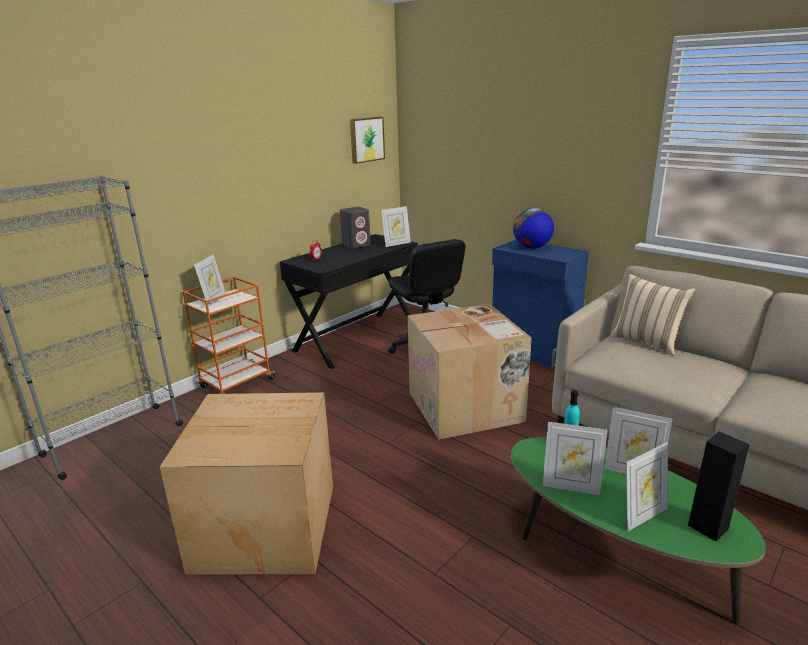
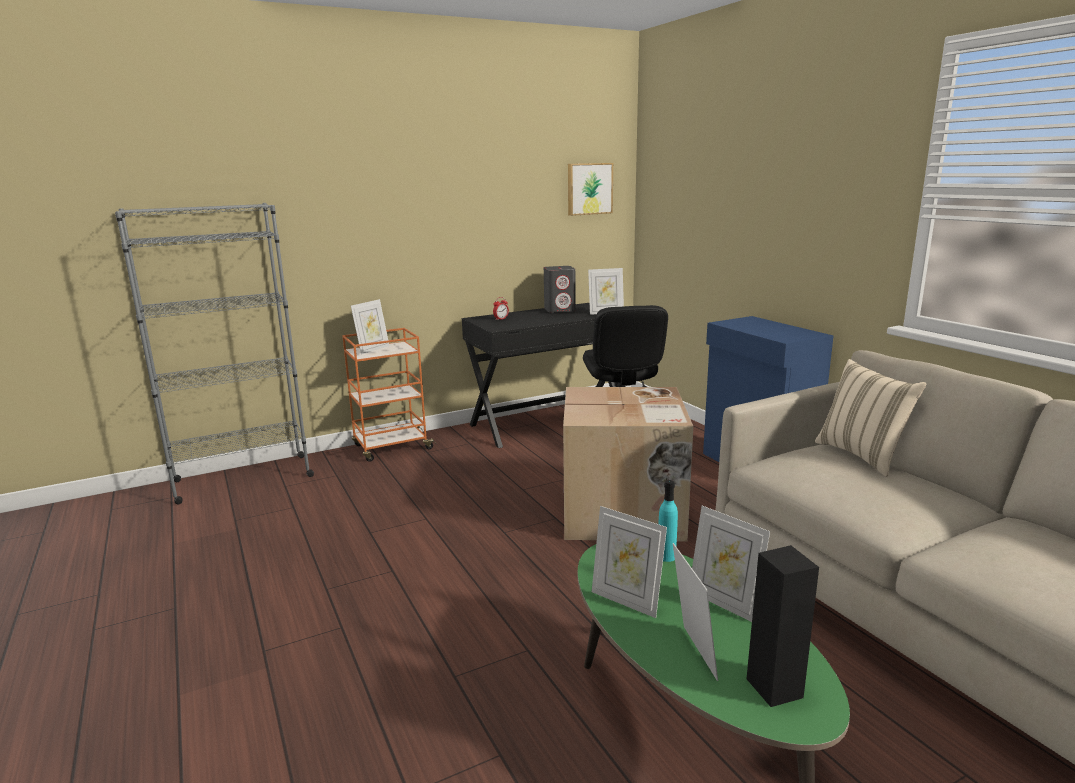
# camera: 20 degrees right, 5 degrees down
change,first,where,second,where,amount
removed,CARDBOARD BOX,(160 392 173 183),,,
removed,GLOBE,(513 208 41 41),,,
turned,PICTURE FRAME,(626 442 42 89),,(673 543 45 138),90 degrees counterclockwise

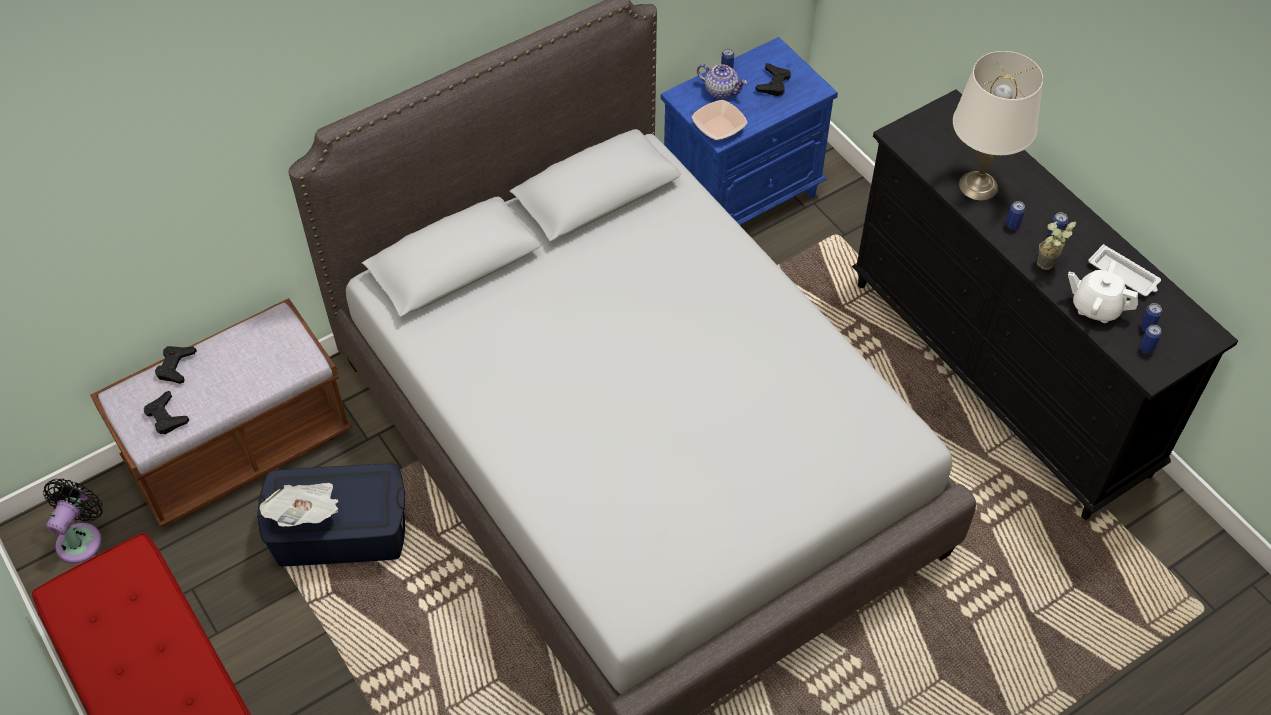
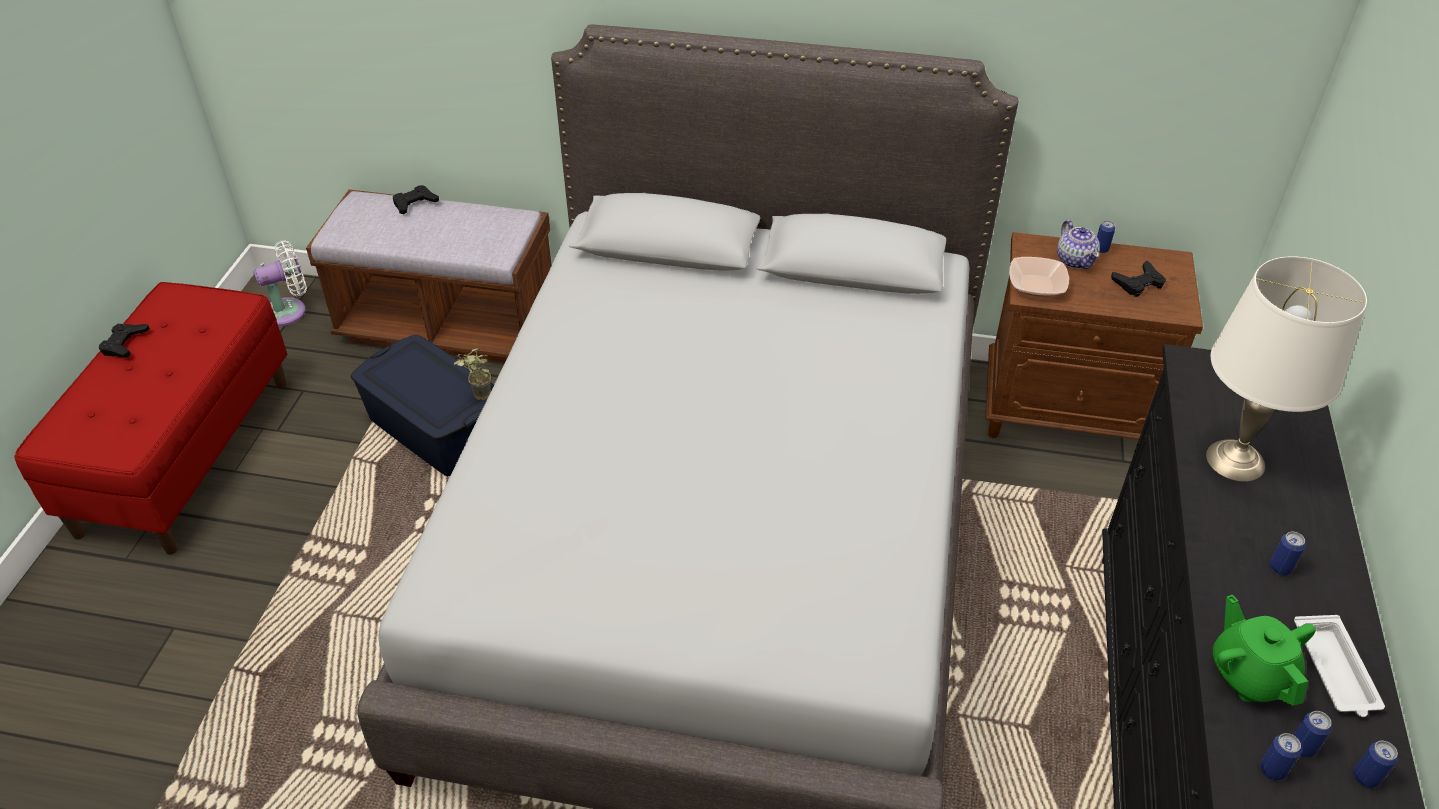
# camera: 45 degrees right, 10 degrees down
change,first,where,second,where,amount
removed,NEWSPAPER,(260 483 78 44),,,
moved,BLACK GAME CONTROLLER,(144 391 45 43),,(99 324 51 34),
moved,CAN,(1006 201 19 29),,(1353 741 45 47),
moved,POTTED PLANT,(1037 221 39 49),,(453 349 38 51),
recoloured,BLACK FAN,(43 479 60 84),WHITE FAN,(253 241 54 85),
recoloured,BLUE NIGHTSTAND,(661 37 177 188),BROWN NIGHTSTAND,(985 232 218 208),
recoloured,WHITE TEAPOT,(1068 261 70 62),GREEN TEAPOT,(1213 595 103 111),

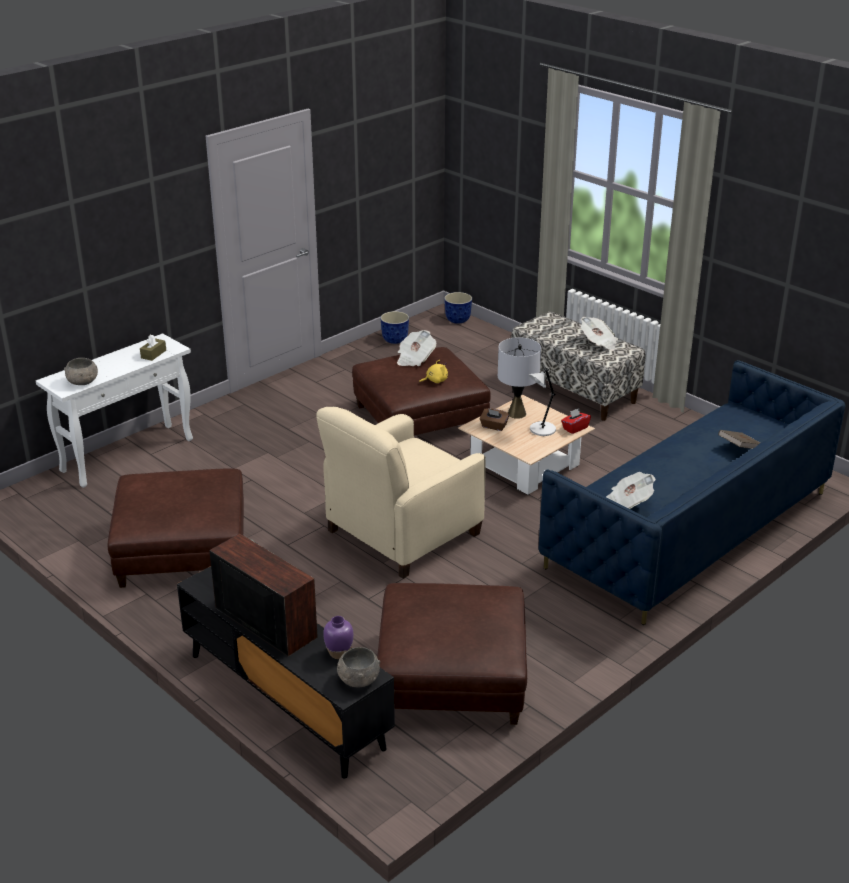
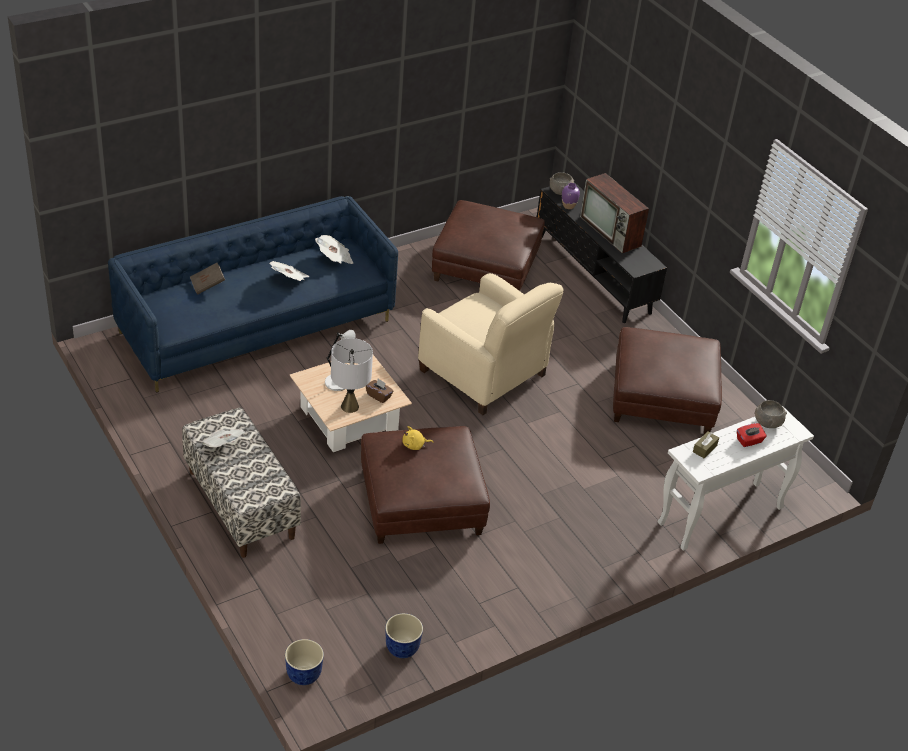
# camera: 170 degrees left, 10 degrees up
change,first,where,second,where,amount
moved,NEWSPAPER,(397 330 39 36),,(269 261 40 20),
moved,RED TISSUE BOX,(561 408 30 26),,(737 423 30 24),
turned,BEIGE ARMCHAIR,(316 407 170 172),,(418 273 146 142),75 degrees clockwise

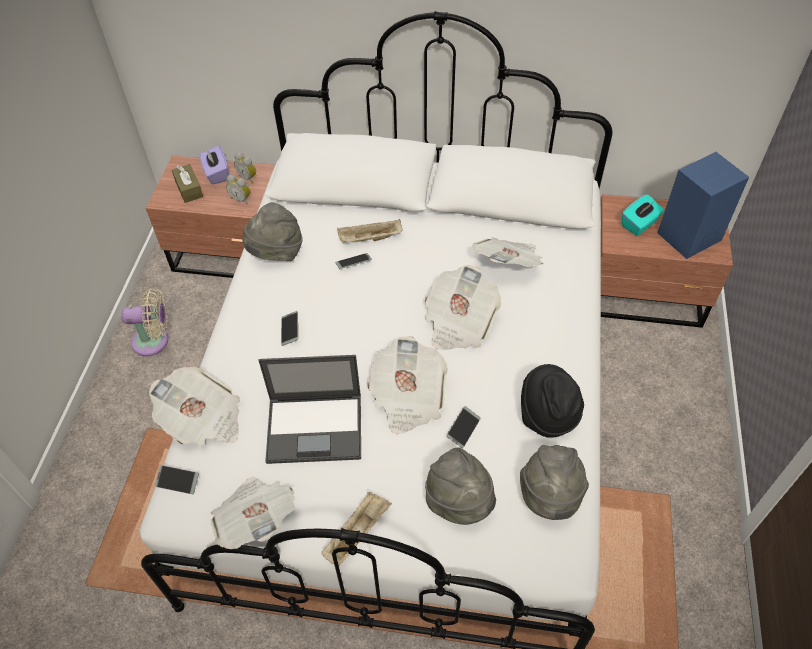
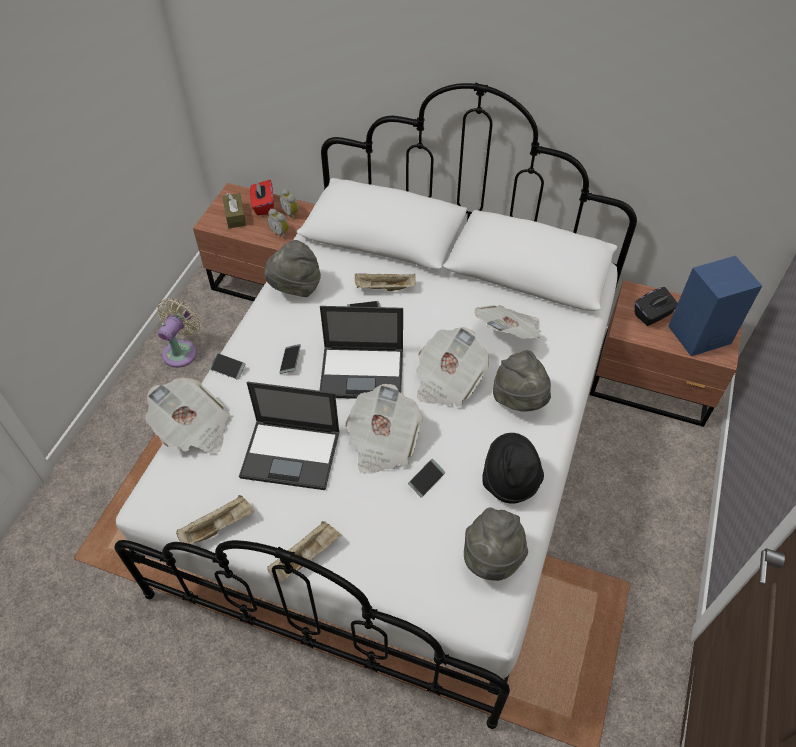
# camera: 10 degrees right, 0 degrees up
change,first,where,second,where,amount
added,,,LAPTOP,(319 306 84 93),
moved,PHONE,(155 465 44 29),,(209 353 36 27),
moved,GREY HAT,(425 448 71 77),,(493 350 58 62),
replaced,NEWSPAPER,(211 477 84 72),BEIGE TRAY,(176 495 78 49),
recoloured,PURPLE TISSUE BOX,(200 145 29 40),RED TISSUE BOX,(250 180 24 35),
recoloured,TURQUOISE TISSUE BOX,(622 194 42 42),BLACK TISSUE BOX,(634 287 44 39),
turned,BEIGE FAN,(121 288 47 68),,(157 298 44 70),75 degrees counterclockwise

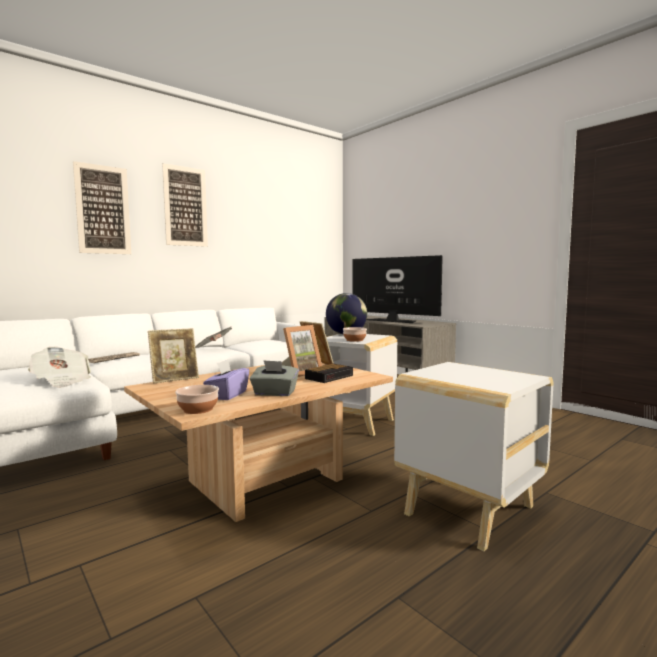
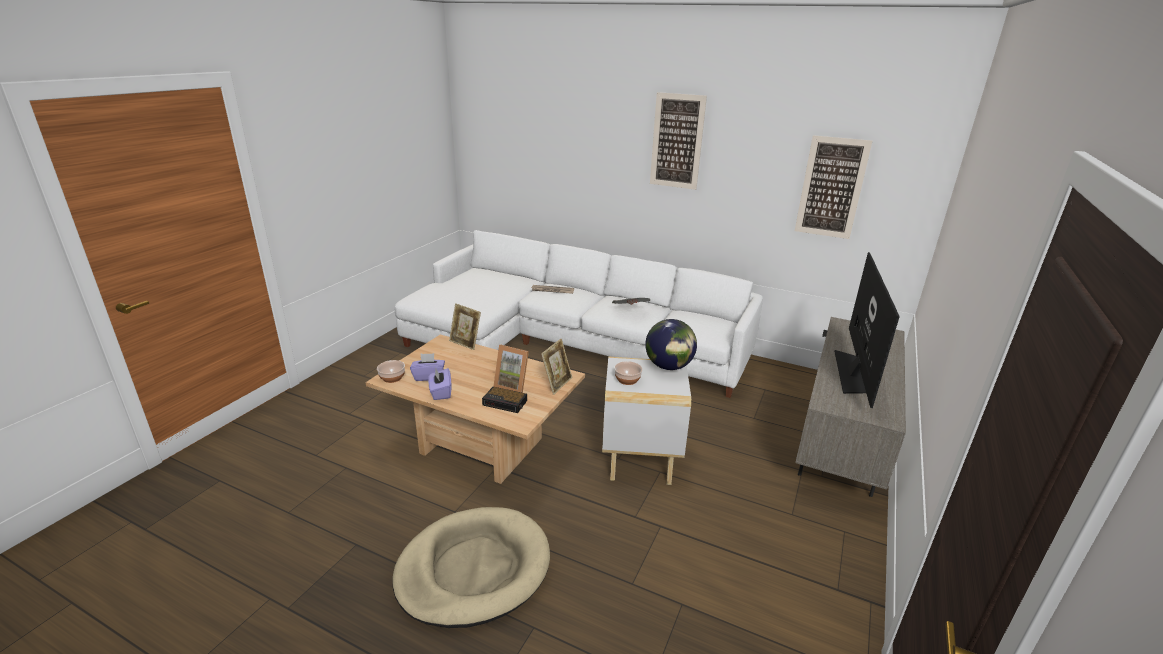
# camera: 65 degrees right, 20 degrees up
change,first,where,second,where,amount
removed,NEWSPAPER,(28 347 63 41),,,
moved,PICTURE,(73 161 58 93),,(795 135 77 104),
replaced,WHITE SIDE TABLE,(394 362 159 189),BEIGE DOG BED,(392 507 158 121),
recoloured,GREY TISSUE BOX,(250 360 49 36),PURPLE TISSUE BOX,(428 367 23 33),

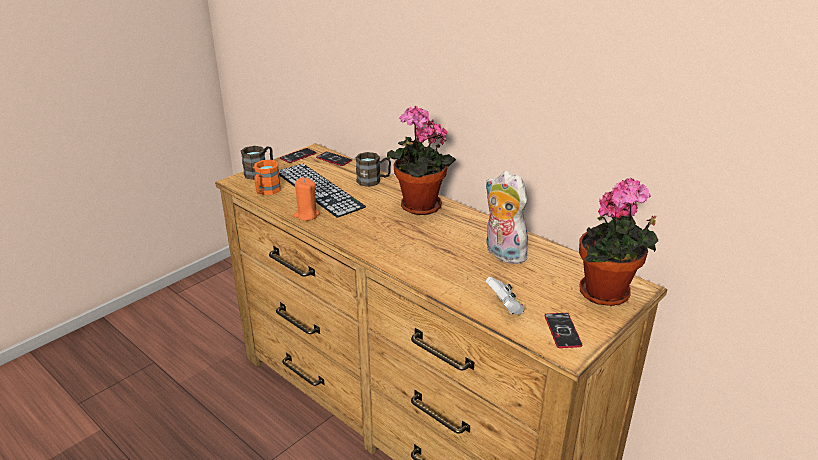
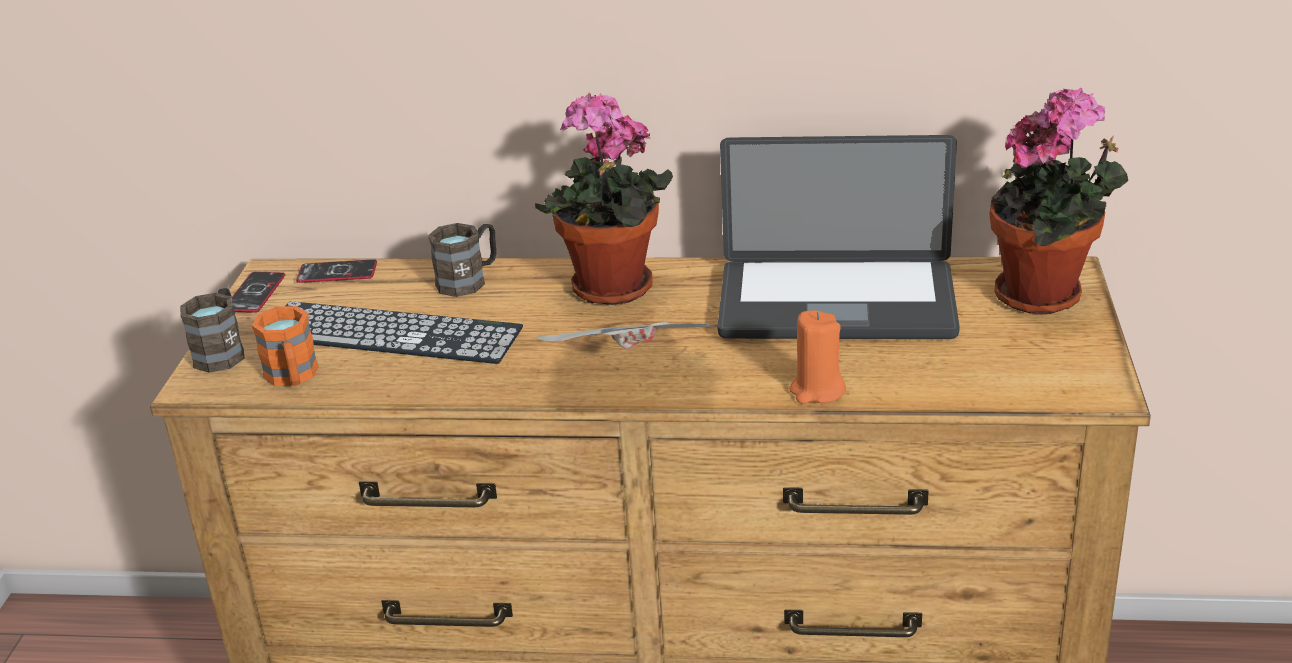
# camera: 35 degrees left, 0 degrees up
change,first,where,second,where,amount
removed,WHITE GAME CONTROLLER,(486 277 39 38),,,
removed,PHONE,(544 313 39 35),,,
added,,,NEWSPAPER,(535 322 184 27),
moved,ORANGE CANDLE,(293 177 27 44),,(789 310 57 94),
replaced,PLUSH TOY,(486 171 43 93),LAPTOP,(718 135 242 204),

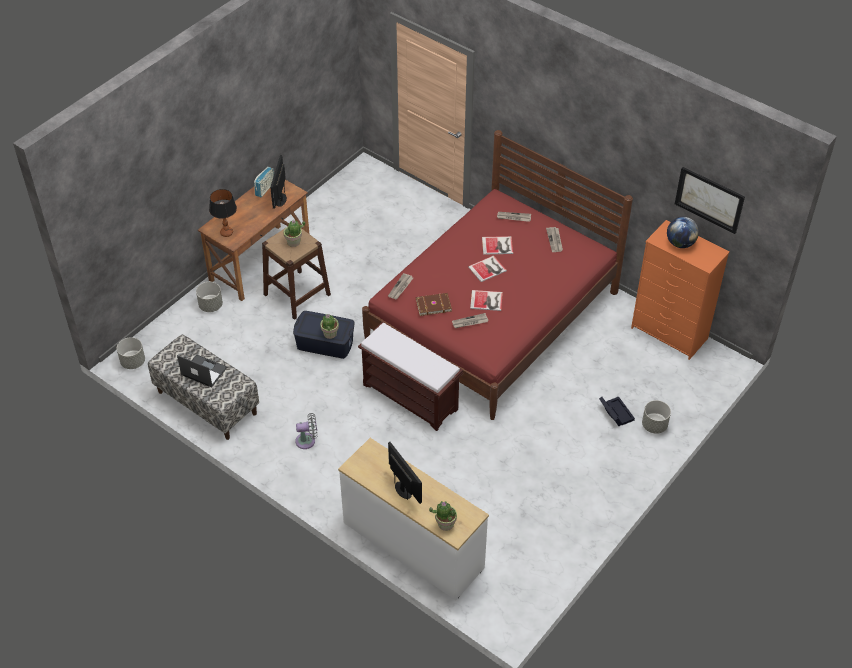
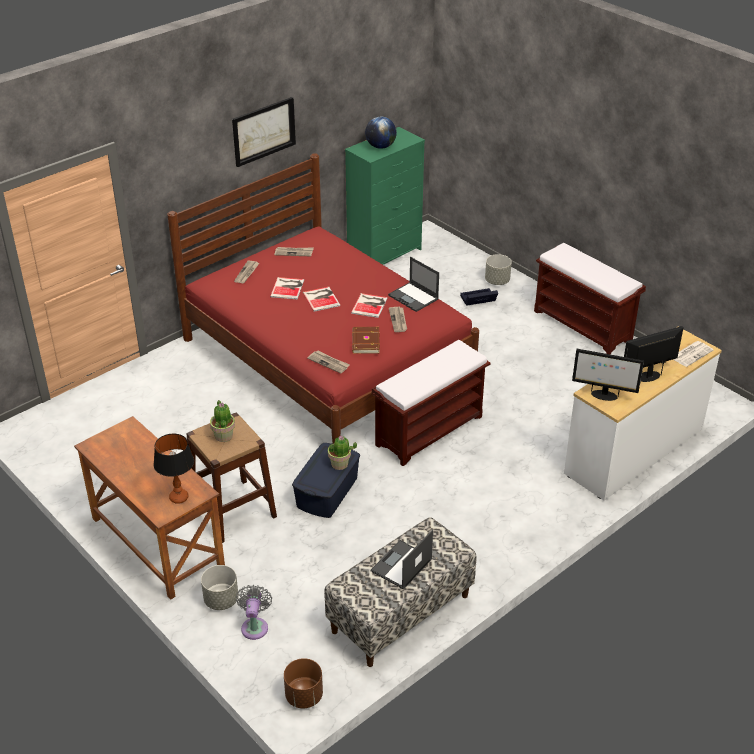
# camera: 80 degrees left, 10 degrees down
change,first,where,second,where,amount
removed,RADIO,(254 167 20 30),,,
added,,,LAPTOP,(388 257 51 55),
added,,,BROWN BENCH,(534 243 112 111),
moved,MONITOR,(270 155 17 54),,(572 349 72 52),
moved,GREY FAN,(295 413 23 36),,(236 585 36 55),
moved,PICTURE,(675 167 70 67),,(232 97 64 70),
replaced,POTTED PLANT,(429 501 28 30),NEWSPAPER,(673 341 40 26),
recoloured,GREY PLANTER,(117 337 28 32),BROWN PLANTER,(284 658 39 51),
recoloured,ORANGE DRESSER,(631 220 99 140),GREEN DRESSER,(345 127 80 138),

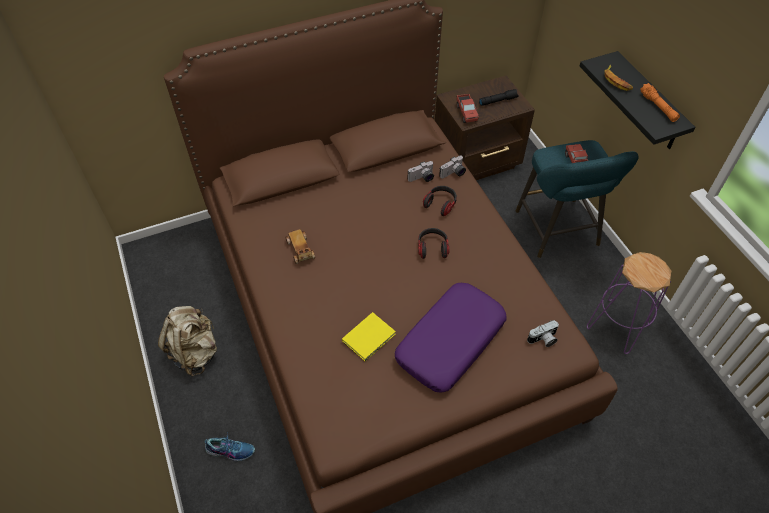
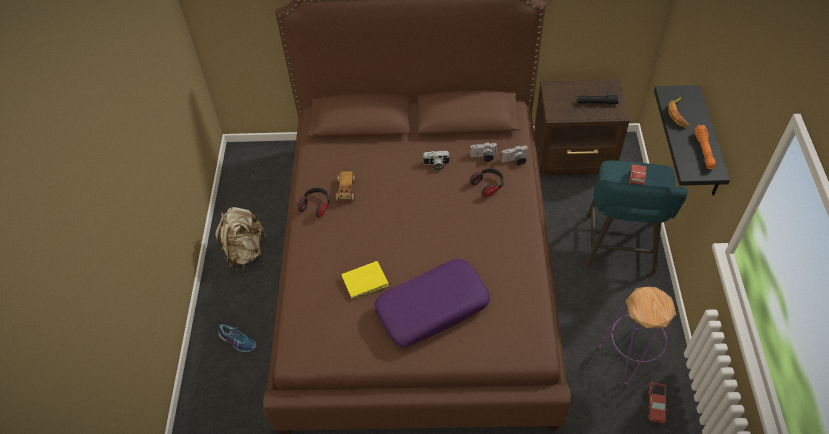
# camera: 25 degrees right, 0 degrees up
change,first,where,second,where,amount
moved,HEADPHONES,(418 228 32 31),,(297 187 33 30),
moved,TOY TRUCK,(456 94 23 29),,(647 383 21 40),
moved,PHOTO CAMERA,(527 320 32 27),,(423 150 27 21),

